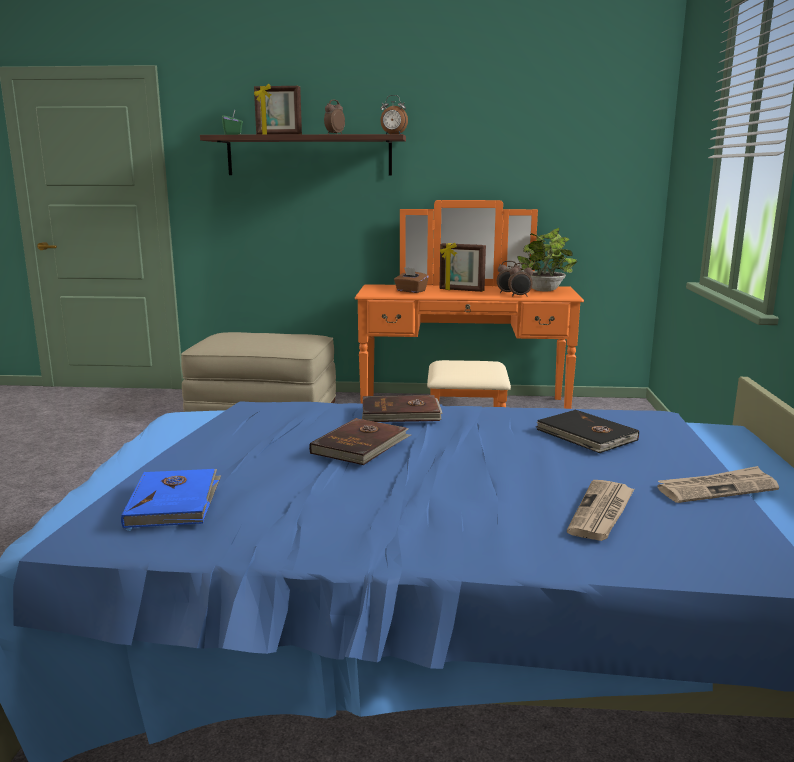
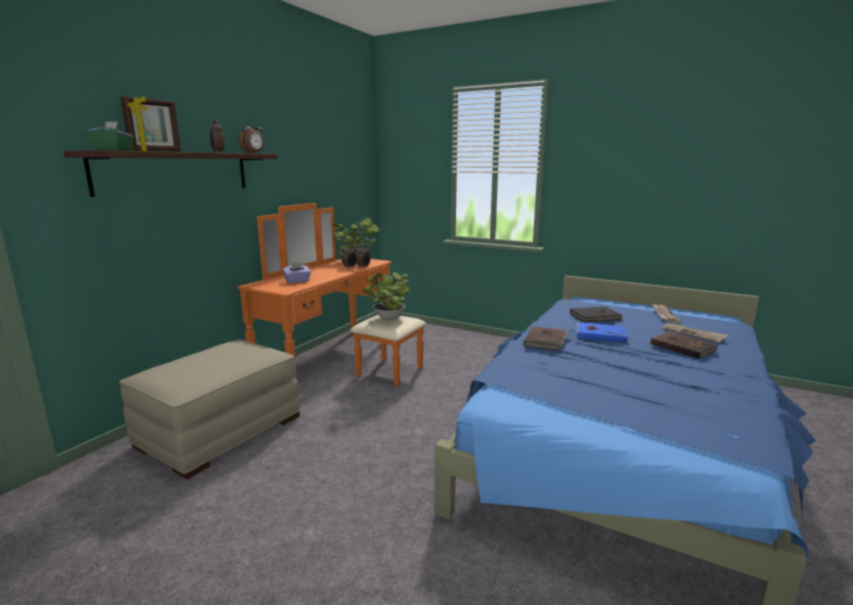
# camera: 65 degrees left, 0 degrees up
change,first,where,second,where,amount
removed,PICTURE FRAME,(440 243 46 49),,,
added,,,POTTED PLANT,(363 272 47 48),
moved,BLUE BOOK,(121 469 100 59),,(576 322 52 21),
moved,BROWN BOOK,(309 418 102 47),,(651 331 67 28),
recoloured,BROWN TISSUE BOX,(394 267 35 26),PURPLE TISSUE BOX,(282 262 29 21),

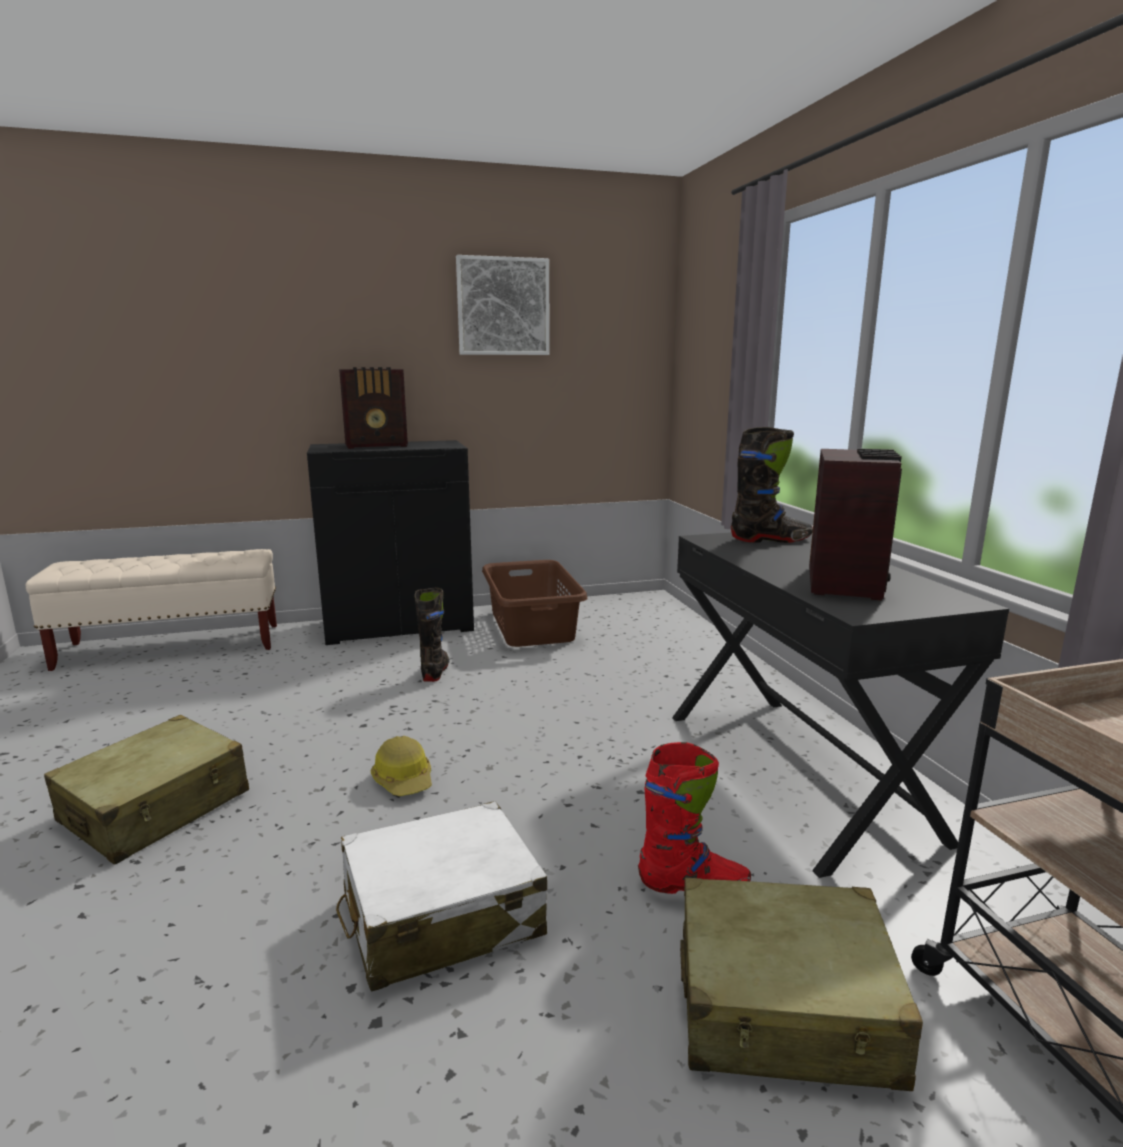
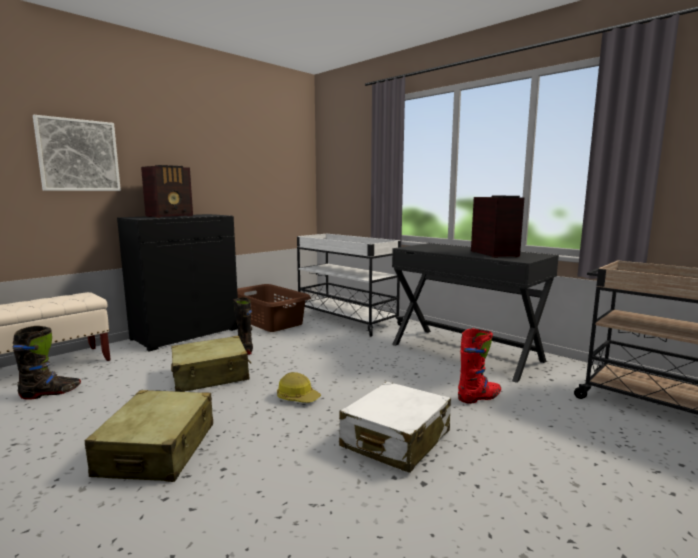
# camera: 30 degrees left, 5 degrees down
change,first,where,second,where,amount
added,,,WHITE CART,(297 234 107 103),
moved,PICTURE,(456 255 94 100),,(33 115 88 76),
moved,BEIGE SUITCASE,(680 878 243 213),,(171 336 80 56),
moved,BLACK BOOT,(731 427 82 116),,(13 326 68 74),

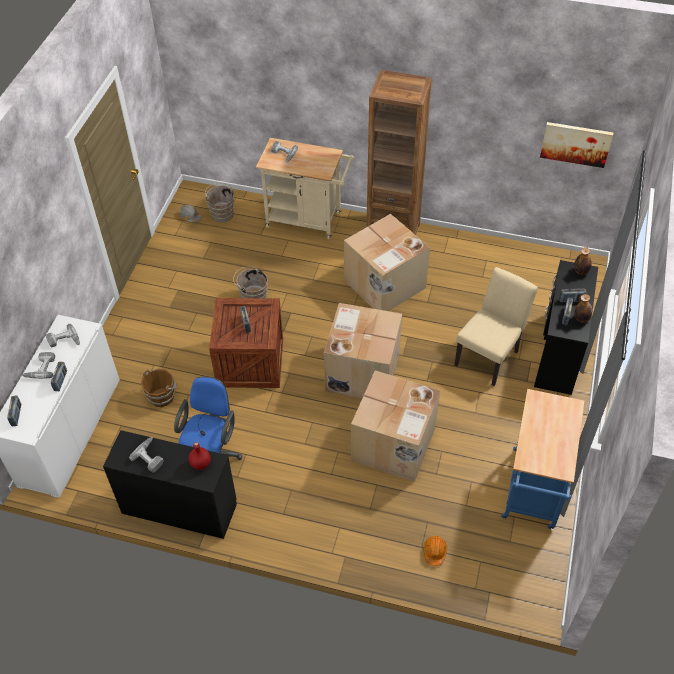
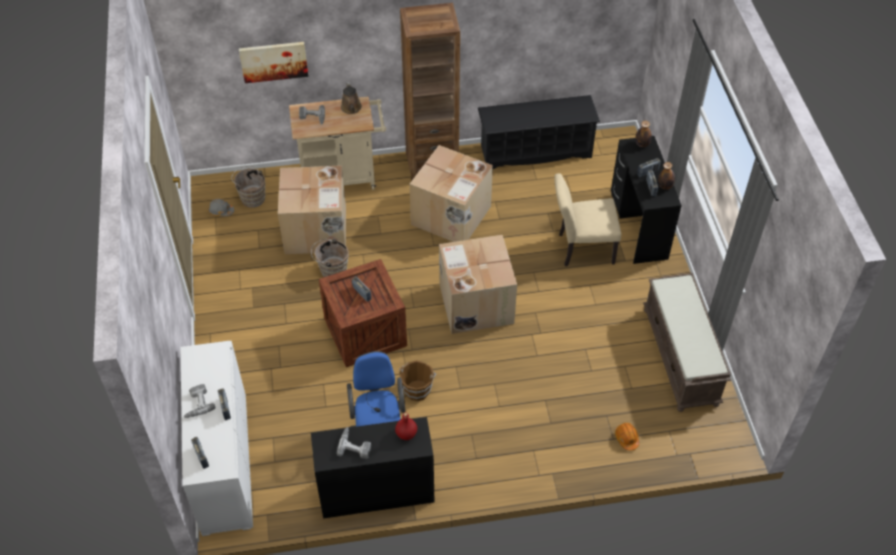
# camera: 25 degrees left, 0 degrees up
change,first,where,second,where,amount
removed,POWER DRILL,(45 324 35 24),,,
added,,,BROWN WATERING CAN,(341 82 21 32),
added,,,BLACK SHOE RACK,(478 95 122 74),
moved,BROWN BUCKET,(141 368 36 40),,(399 360 37 41),
moved,CARDBOARD BOX,(351 371 89 111),,(278 166 68 88),
moved,PICTURE,(540 122 73 46),,(239 42 69 41),
replaced,BLUE CART,(501 389 83 141),BROWN BENCH,(643 273 88 139),
turned,BEIGE CHAIR,(454 267 84 119),,(554 173 67 93),105 degrees counterclockwise

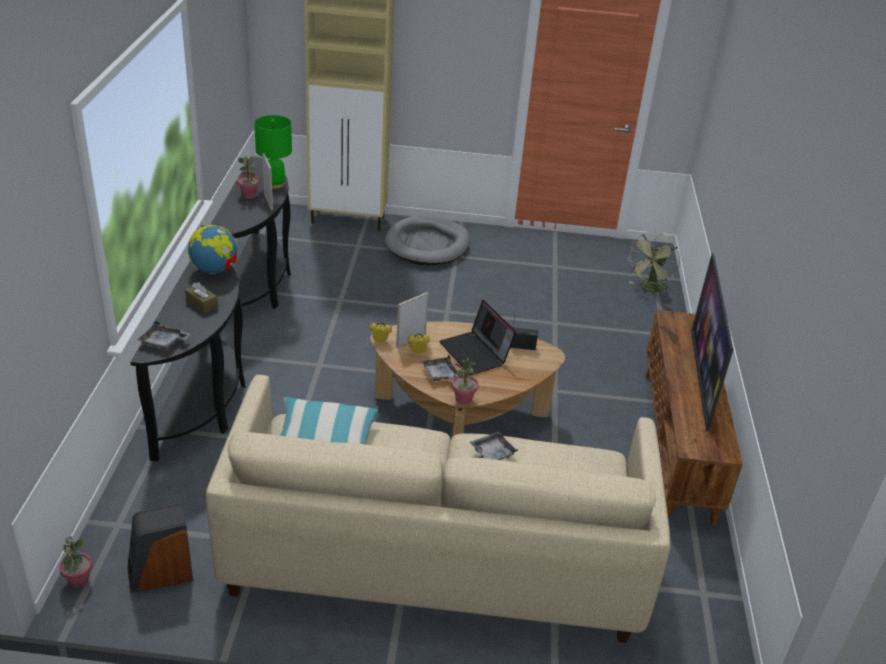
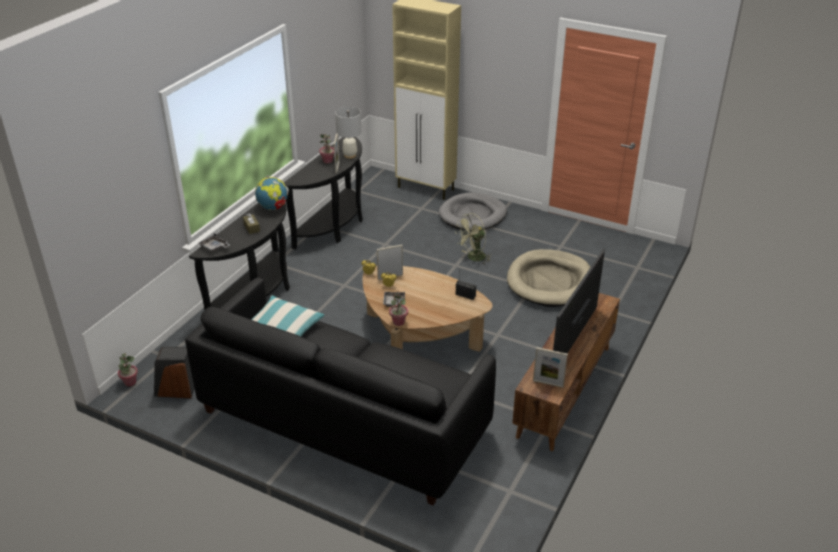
# camera: 25 degrees right, 0 degrees up
change,first,where,second,where,amount
removed,LAPTOP,(439 300 77 75),,,
removed,GREY TRAY,(470 431 48 29),,,
added,,,BEIGE DOG BED,(507 249 83 58),
added,,,PICTURE FRAME,(533 347 35 41),
moved,GREEN FAN,(629 232 51 63),,(455 213 37 51),
recoloured,BEIGE SOFA,(206 375 464 268),BLACK SOFA,(185 278 311 227),
recoloured,GREEN TABLE LAMP,(254 115 38 74),WHITE TABLE LAMP,(335 107 27 52),

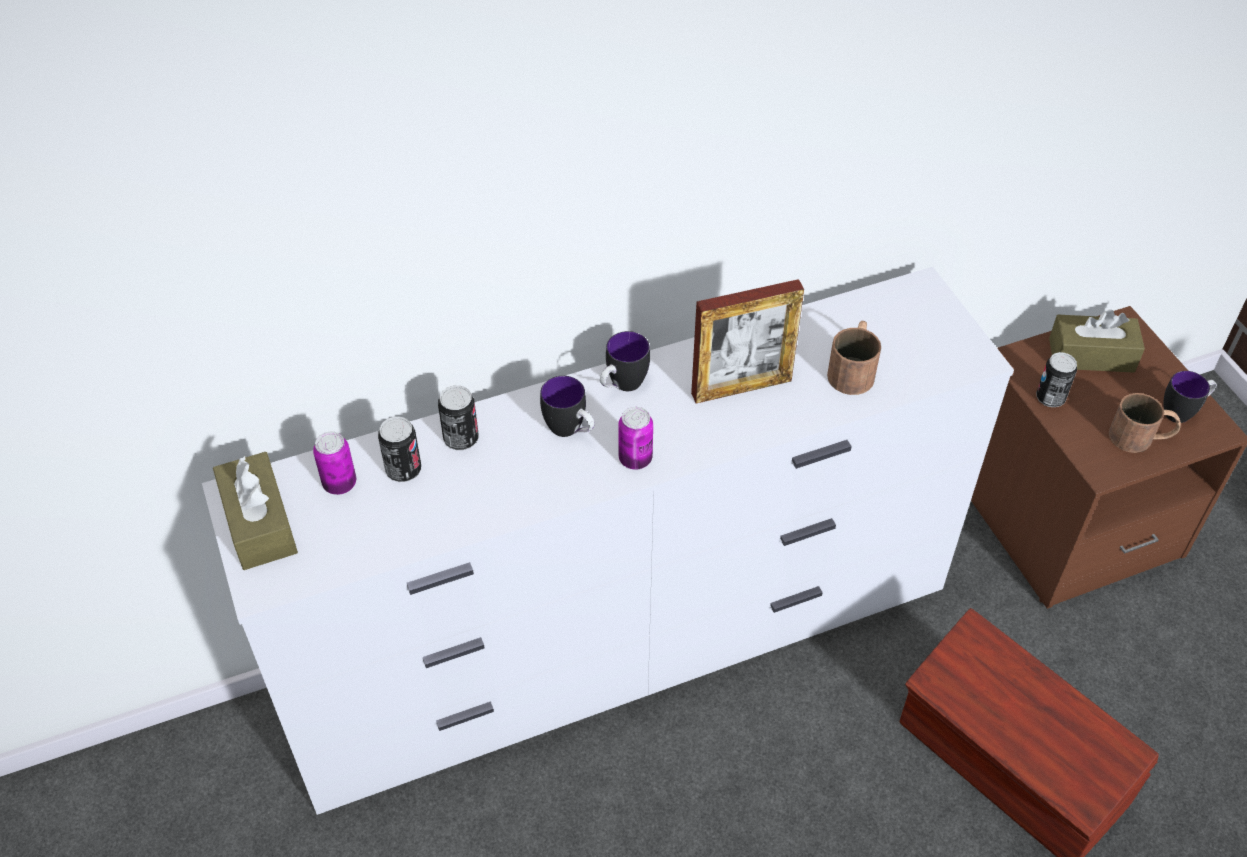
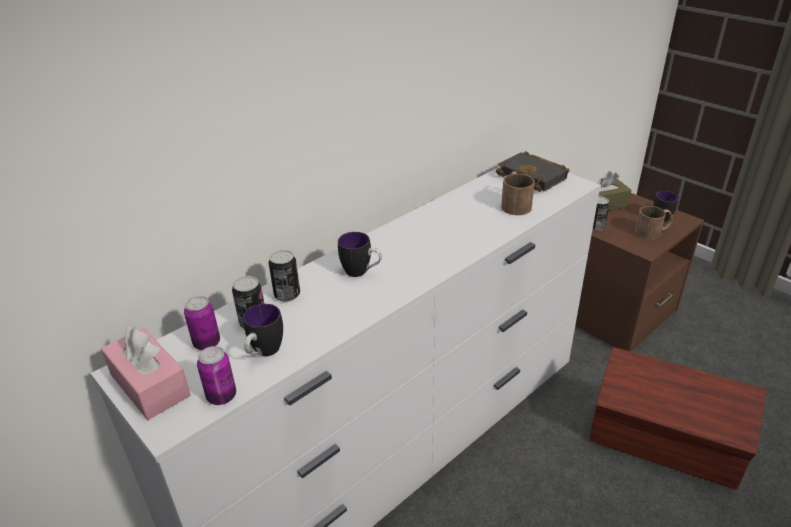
# camera: 20 degrees left, 15 degrees down
change,first,where,second,where,amount
removed,PICTURE FRAME,(691 279 113 125),,,
added,,,BLACK BOOK,(496 151 73 41),
moved,MUG,(600 331 50 60),,(243 304 40 52),
moved,CAN,(618 407 35 63),,(197 346 39 59),
recoloured,BROWN TISSUE BOX,(213 452 85 118),PINK TISSUE BOX,(101 326 90 94),

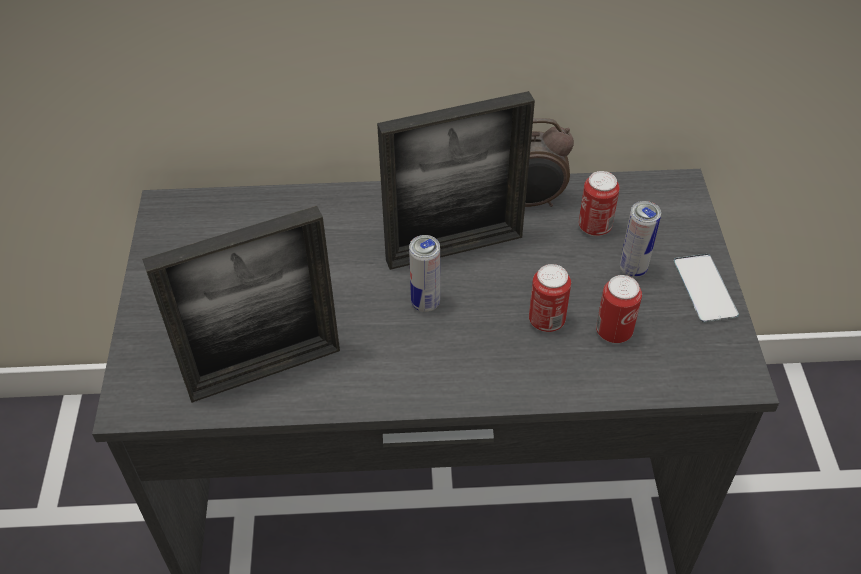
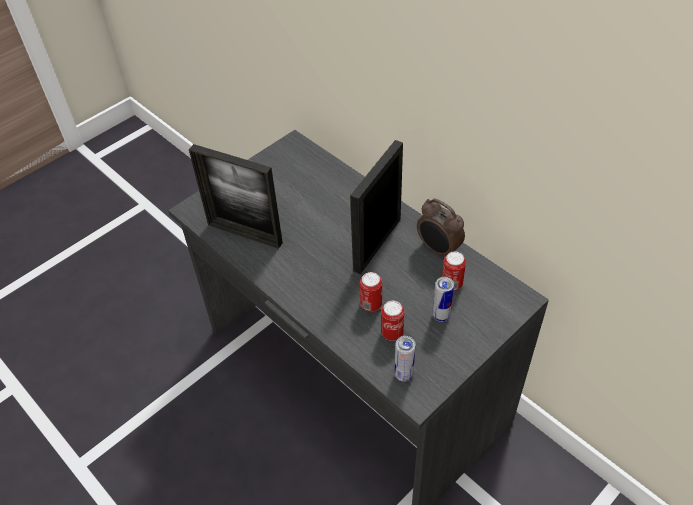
# camera: 50 degrees right, 0 degrees up
change,first,where,second,where,amount
removed,PHONE,(674 254 65 69),,,
moved,CAN,(409 235 31 77),,(395 336 21 45),
turned,PICTURE FRAME,(377 91 158 179),,(350 140 53 134),90 degrees clockwise

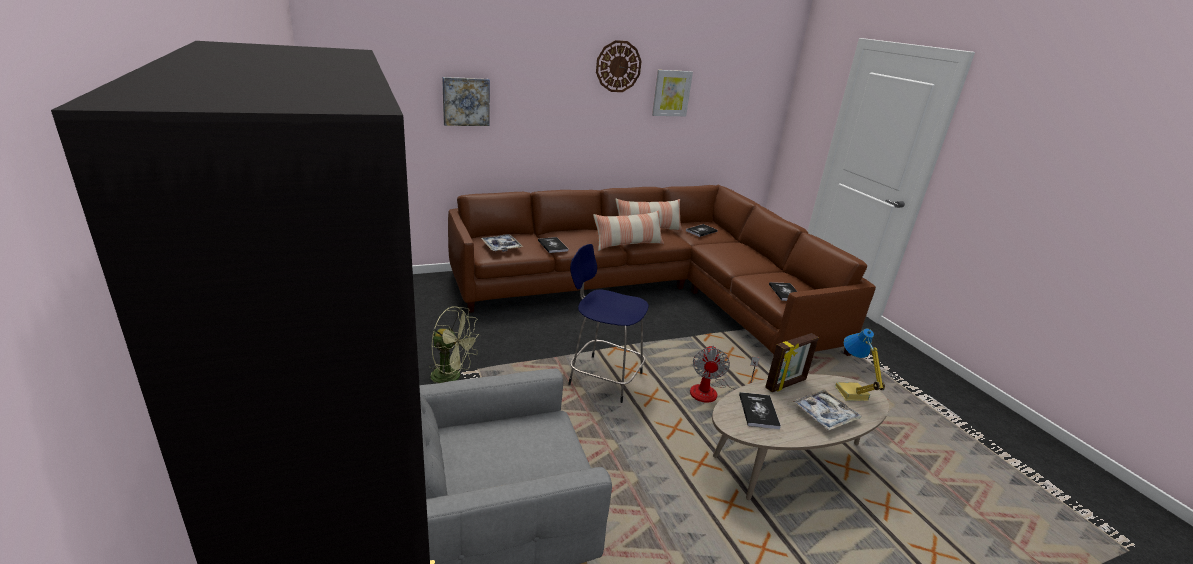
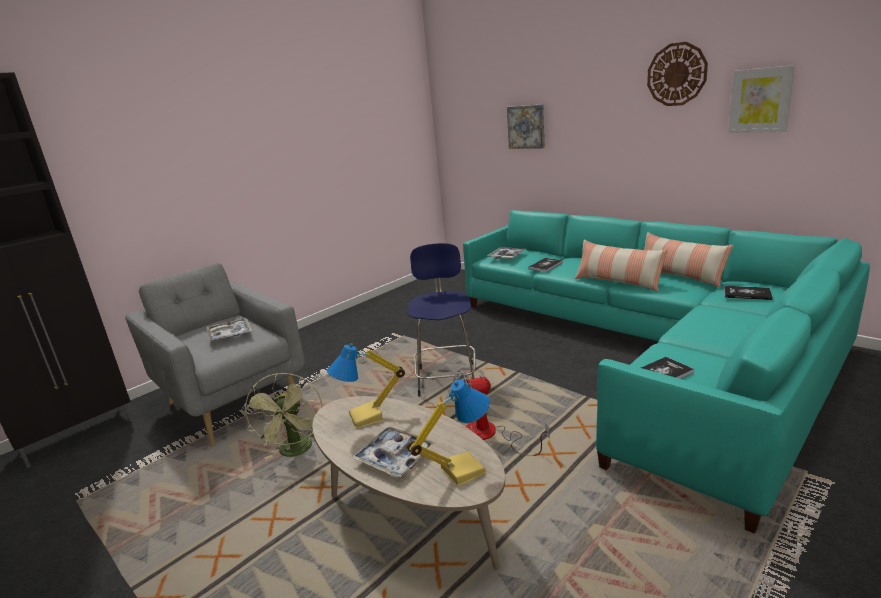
# camera: 70 degrees right, 5 degrees down
change,first,where,second,where,amount
removed,PICTURE FRAME,(765 333 54 59),,,
added,,,TRAY,(207 318 45 24),
moved,GREEN FAN,(429 306 51 78),,(243 373 80 86),
replaced,BOOK,(739 392 42 37),TABLE LAMP,(327 343 78 86),
recoloured,BROWN SOFA,(448 184 428 172),TURQUOISE SOFA,(463 210 407 324),

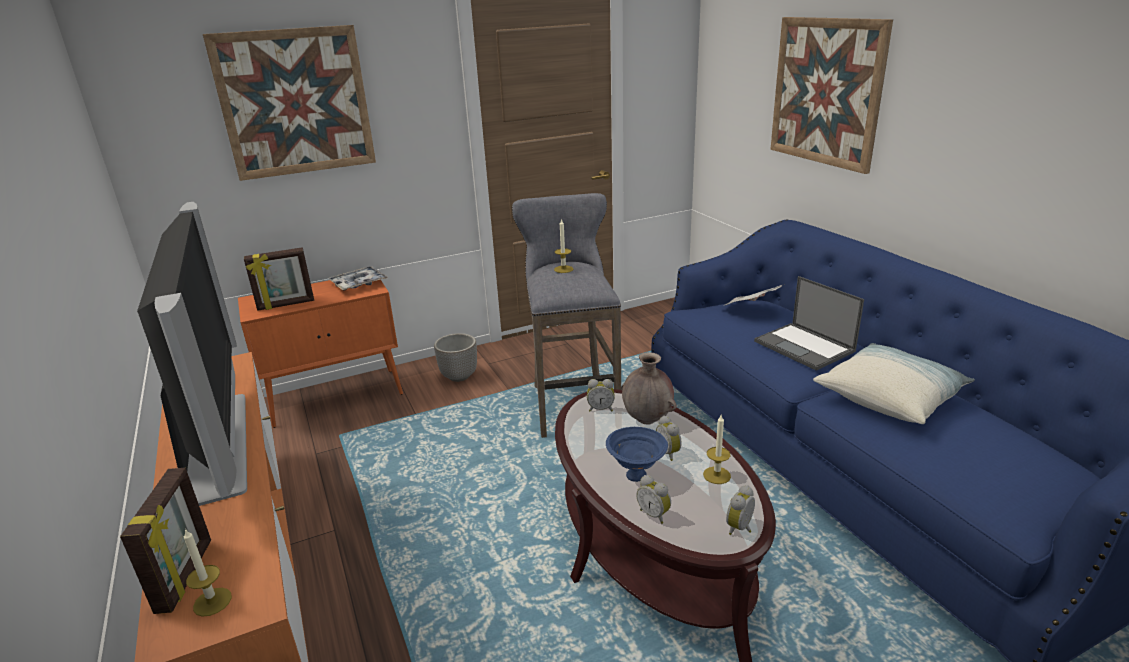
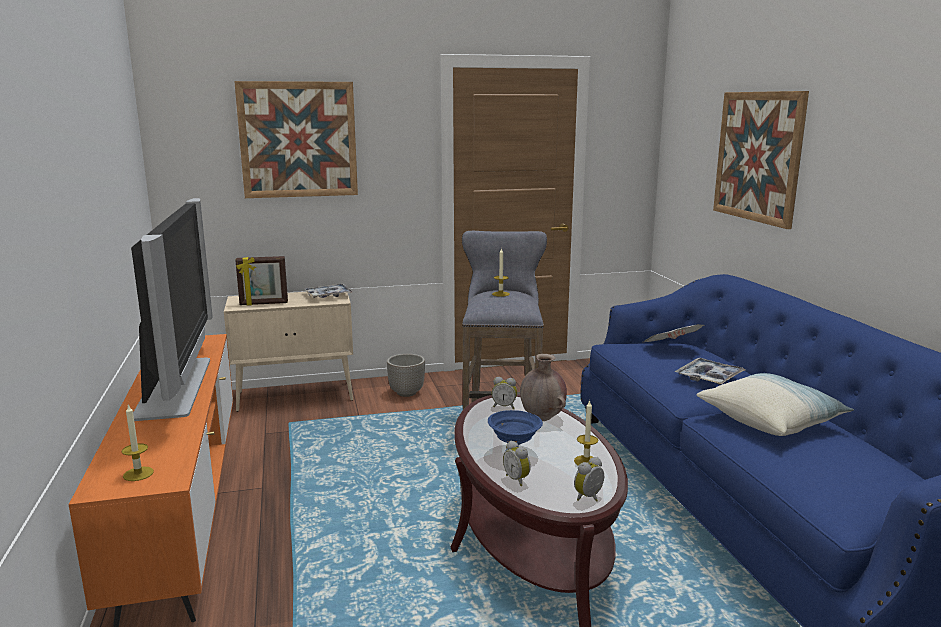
# camera: 10 degrees right, 10 degrees down
change,first,where,second,where,amount
removed,PICTURE FRAME,(120 468 91 146),,,
removed,ALARM CLOCK,(656 416 26 45),,,
replaced,LAPTOP,(754 276 110 95),TRAY,(675 358 70 27),
recoloured,ORANGE CABINET,(238 280 165 148),BEIGE CABINET,(224 292 129 120),

